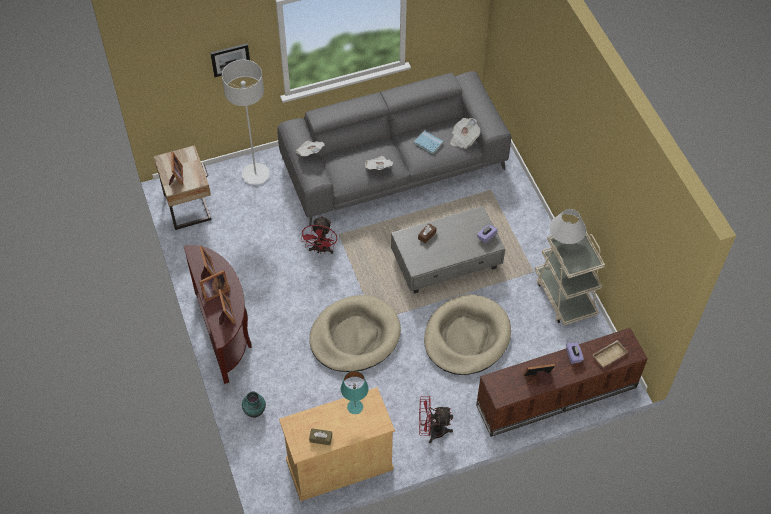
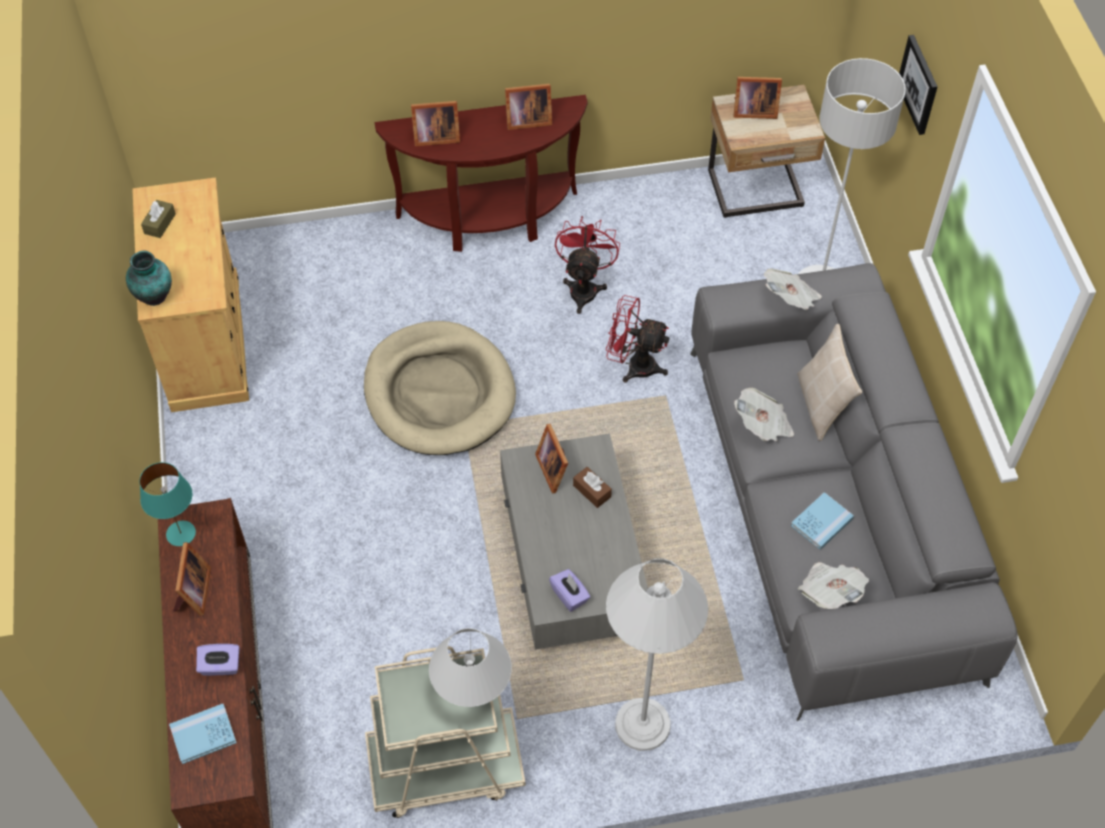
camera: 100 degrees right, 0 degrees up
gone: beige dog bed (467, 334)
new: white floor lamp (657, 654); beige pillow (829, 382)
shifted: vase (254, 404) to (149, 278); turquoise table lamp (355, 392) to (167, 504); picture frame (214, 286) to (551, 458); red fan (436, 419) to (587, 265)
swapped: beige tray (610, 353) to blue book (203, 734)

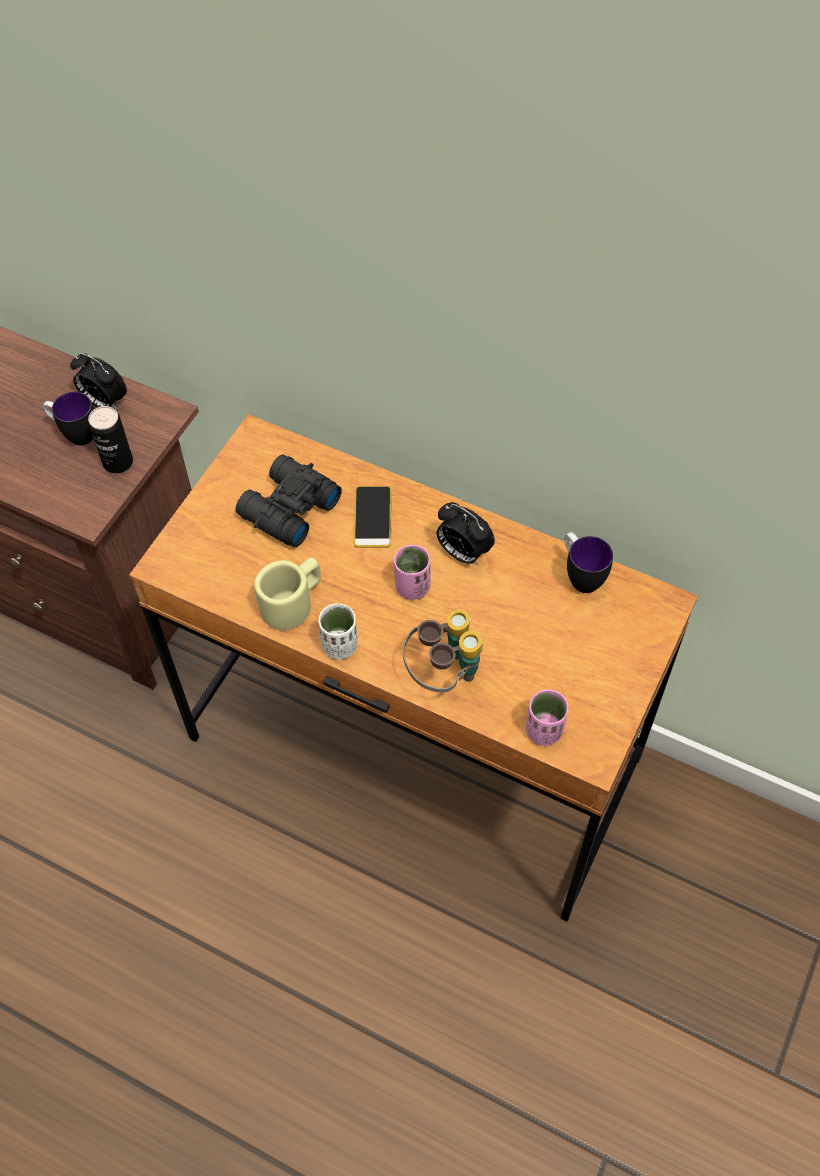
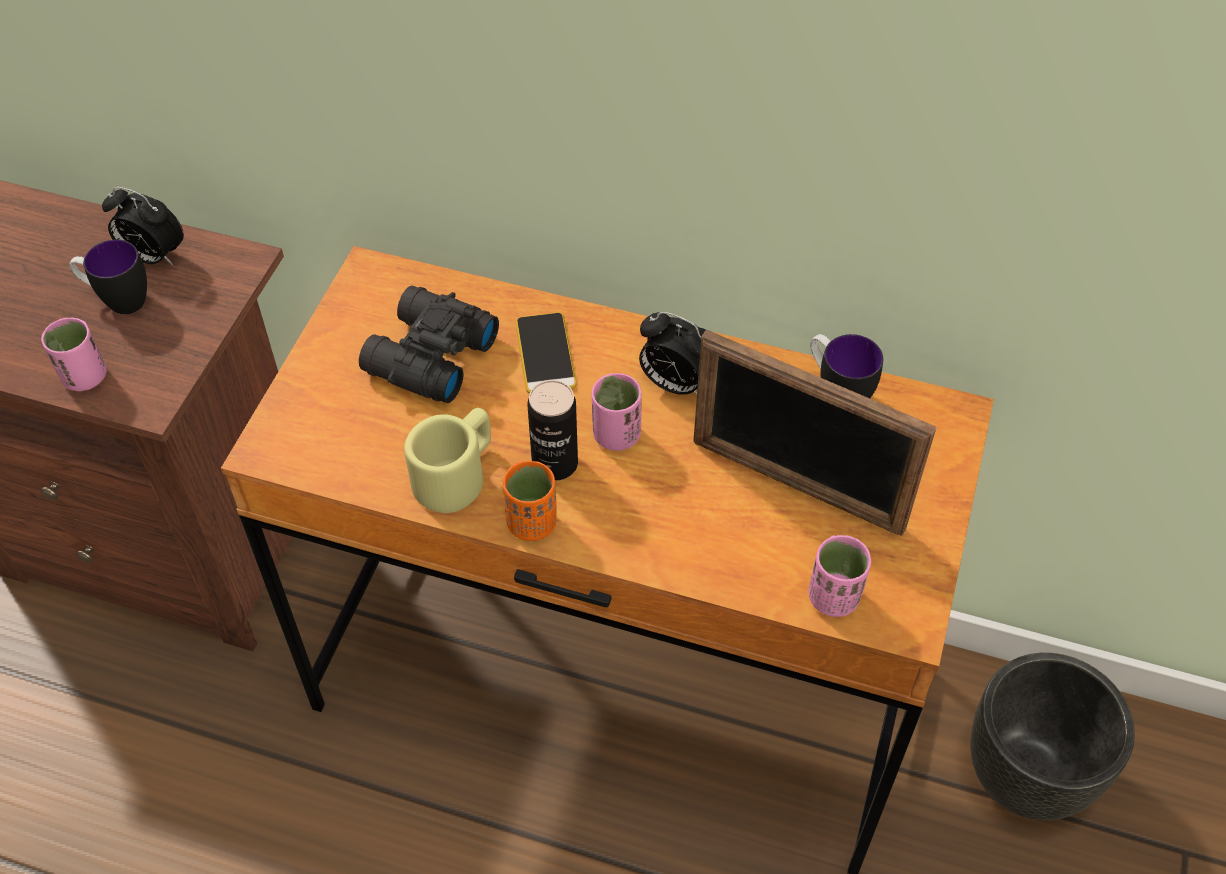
camera: 10 degrees left, 5 degrees down
gone: binoculars (443, 651)
new: pink cup (74, 354); picture frame (815, 432); black planter (1052, 736)
shifted: can (110, 440) to (553, 430)
repainted: white cup (337, 631) to orange cup (530, 501)

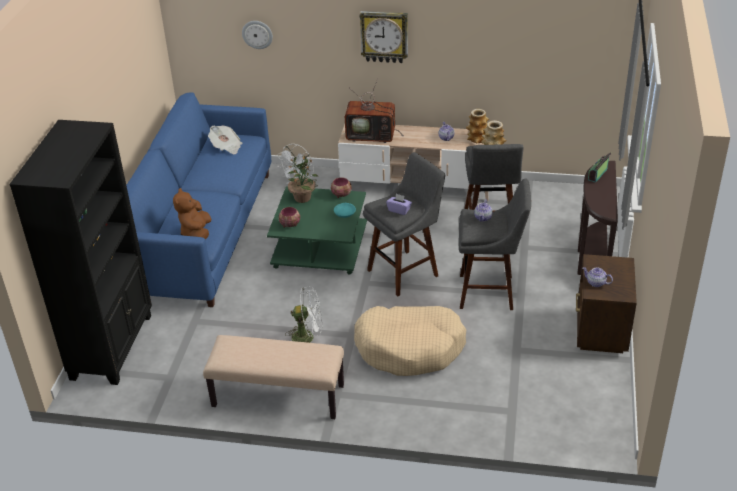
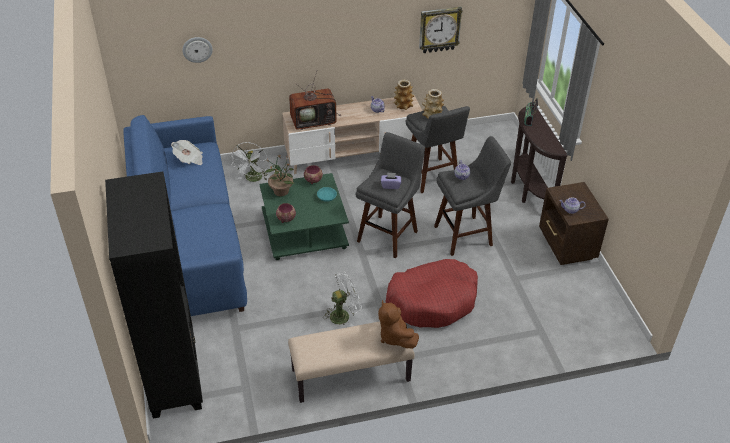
camera: 25 degrees left, 5 degrees up
shifted: brown plush toy (192, 213) to (398, 324); wall clock (383, 37) to (441, 30)
repainted: beige dog bed (410, 341) to red dog bed (431, 293)

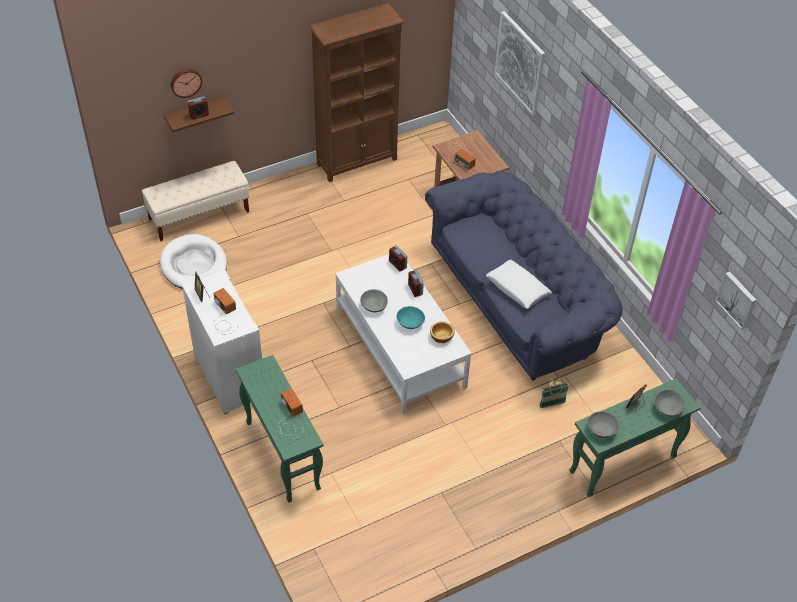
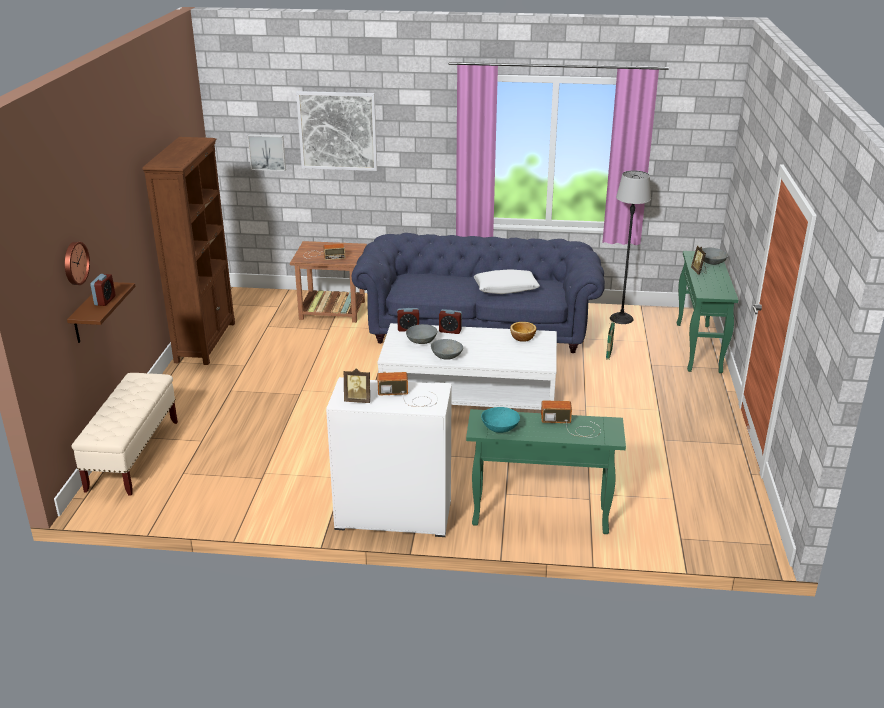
camera: 55 degrees left, 20 degrees down
gone: white dog bed (193, 261)
new: floor lamp (630, 247)
shifted: picture (736, 300) to (267, 152); grey bowl (603, 424) to (421, 334); turquoise bowl (411, 317) to (500, 420)

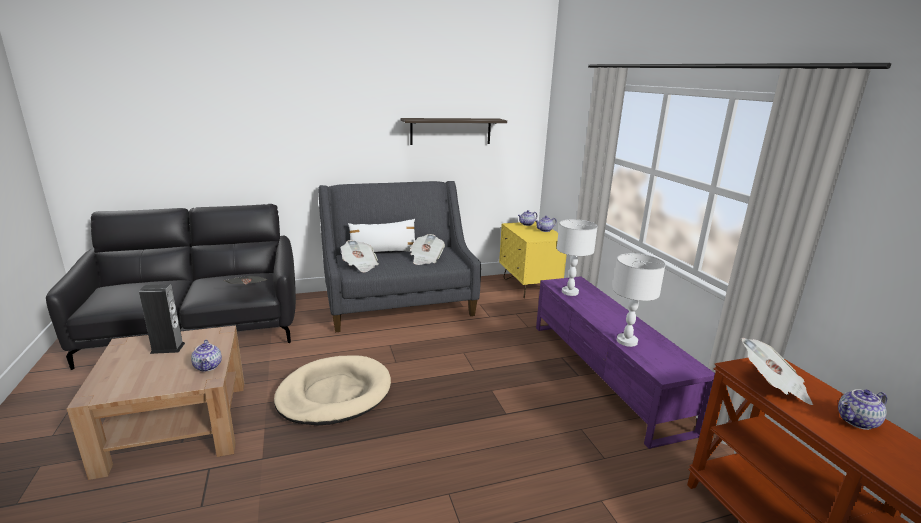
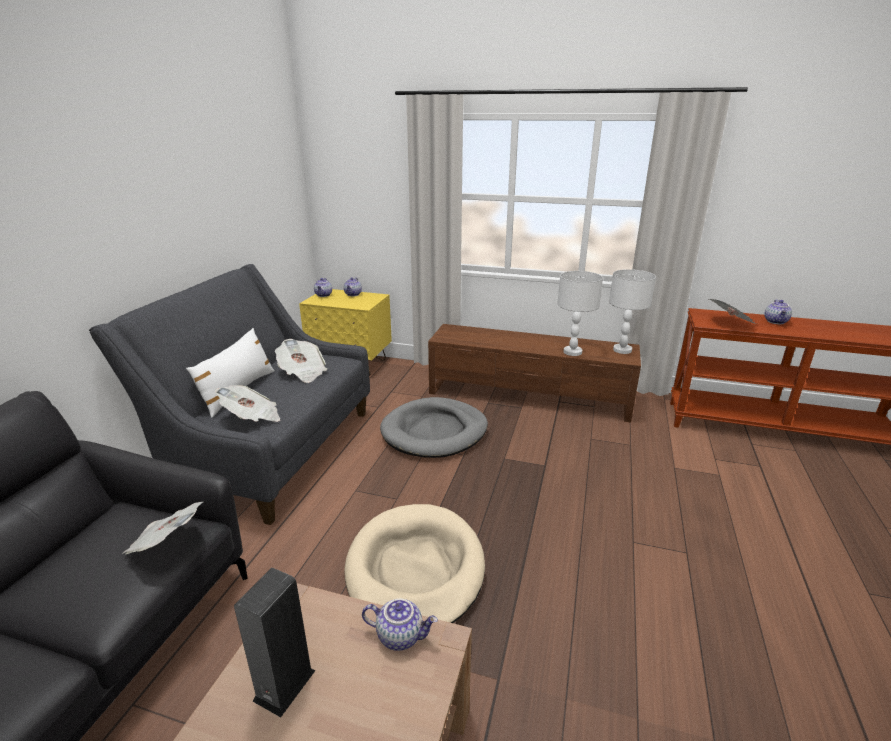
camera: 55 degrees left, 5 degrees up
gone: shelf (454, 131)
new: grey dog bed (434, 427)
shifted: white table lamp (577, 257) to (632, 311)
repainted: purple tv stand (625, 362) to brown tv stand (534, 373)

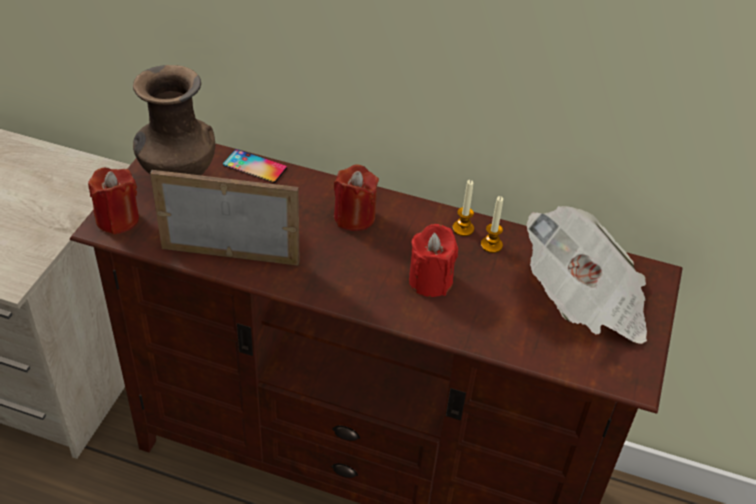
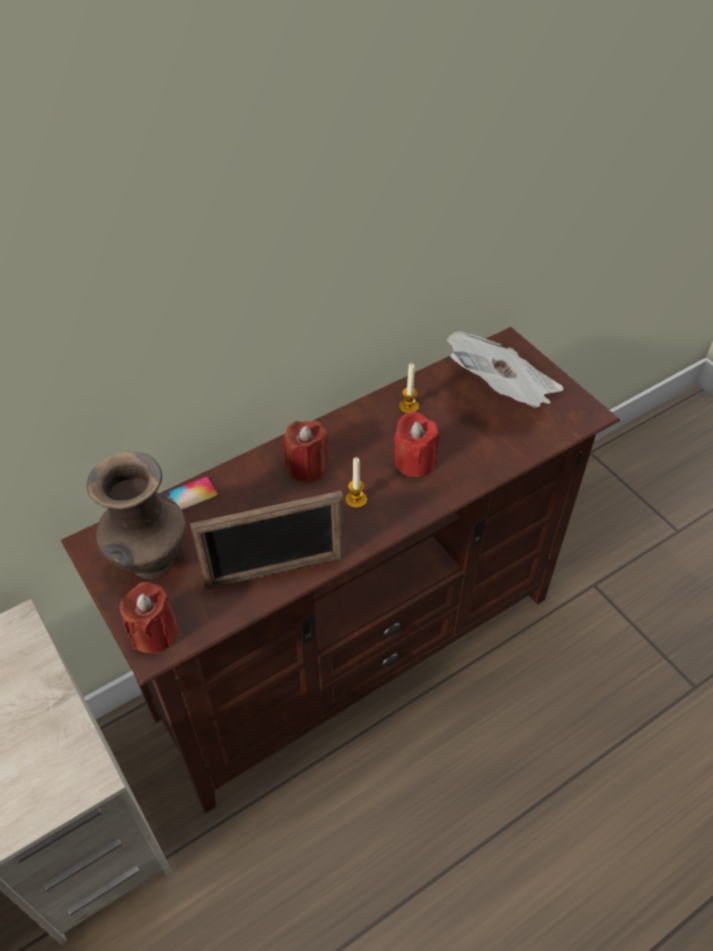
camera: 50 degrees left, 5 degrees up
shifted: candle (463, 208) to (356, 482)
rotated: picture frame (225, 218) = (267, 540) 150 degrees counterclockwise

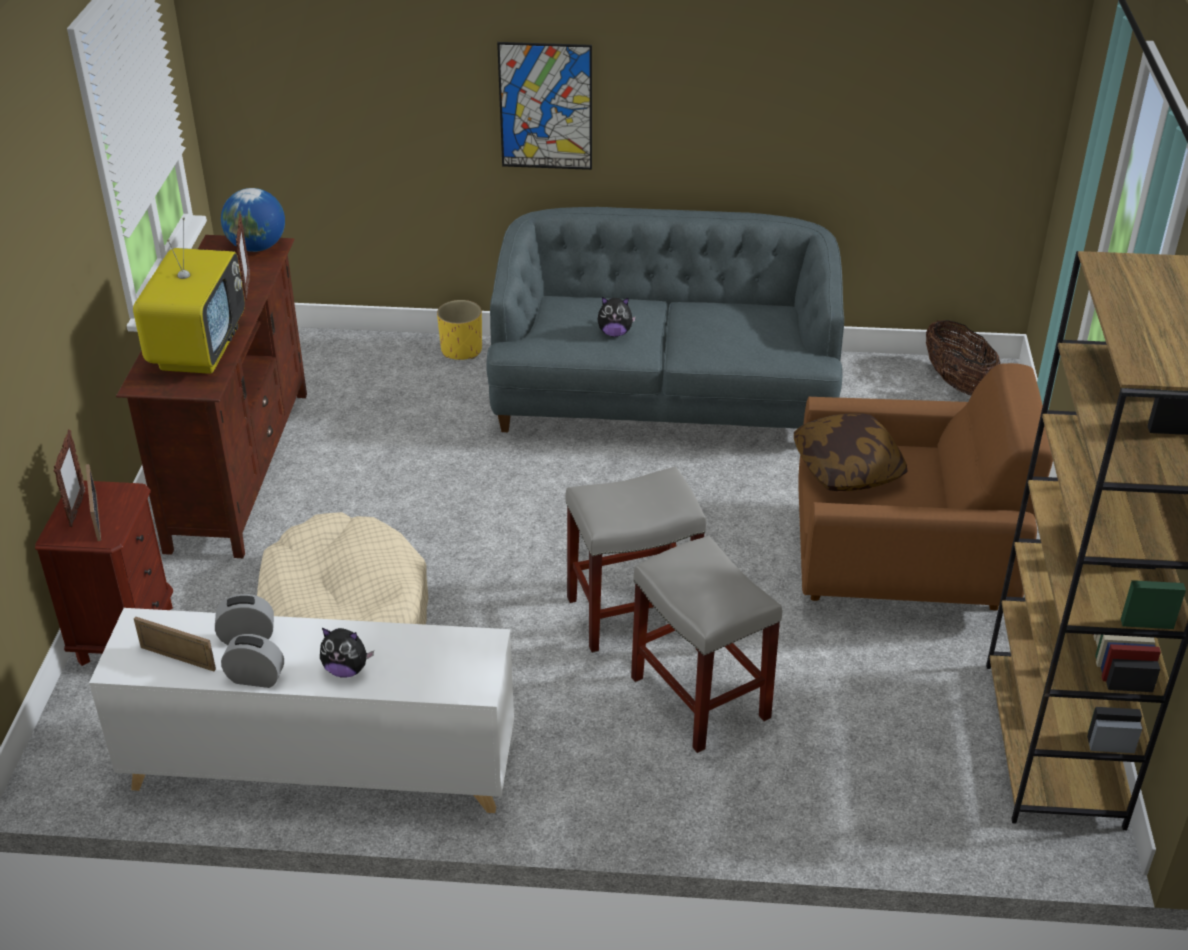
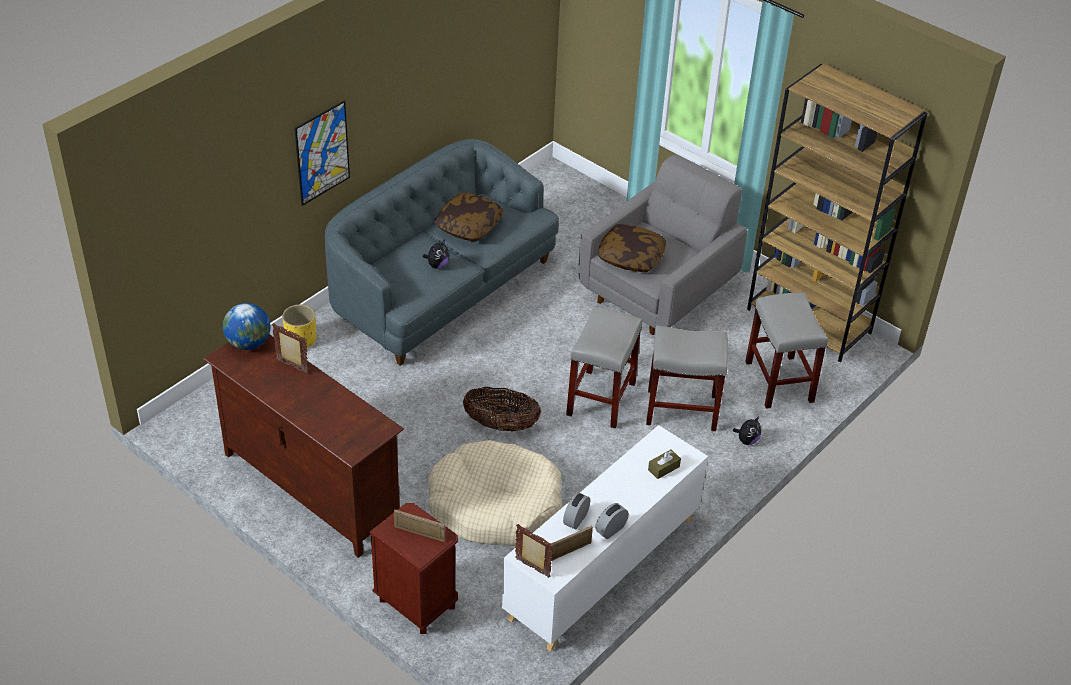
camera: 55 degrees left, 5 degrees up
gone: television (189, 295)
new: pillow (469, 216); brown tissue box (664, 464); grey stool (786, 351)
shifted: basket (963, 358) to (502, 409); picture frame (70, 478) to (534, 551); plush toy (347, 652) to (747, 430)
repainted: brown armchair (925, 487) to grey armchair (662, 244)

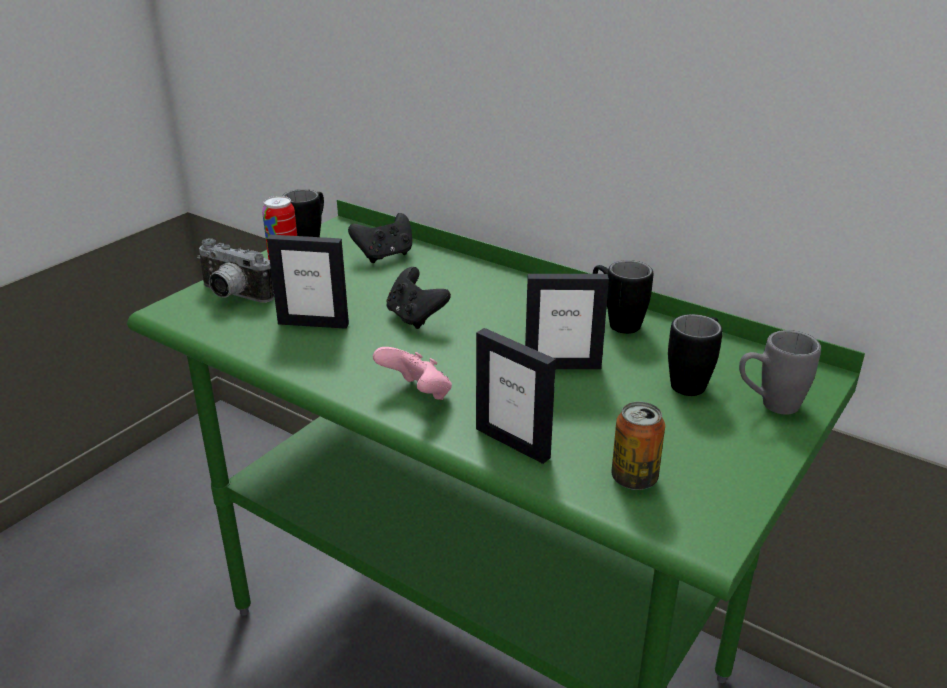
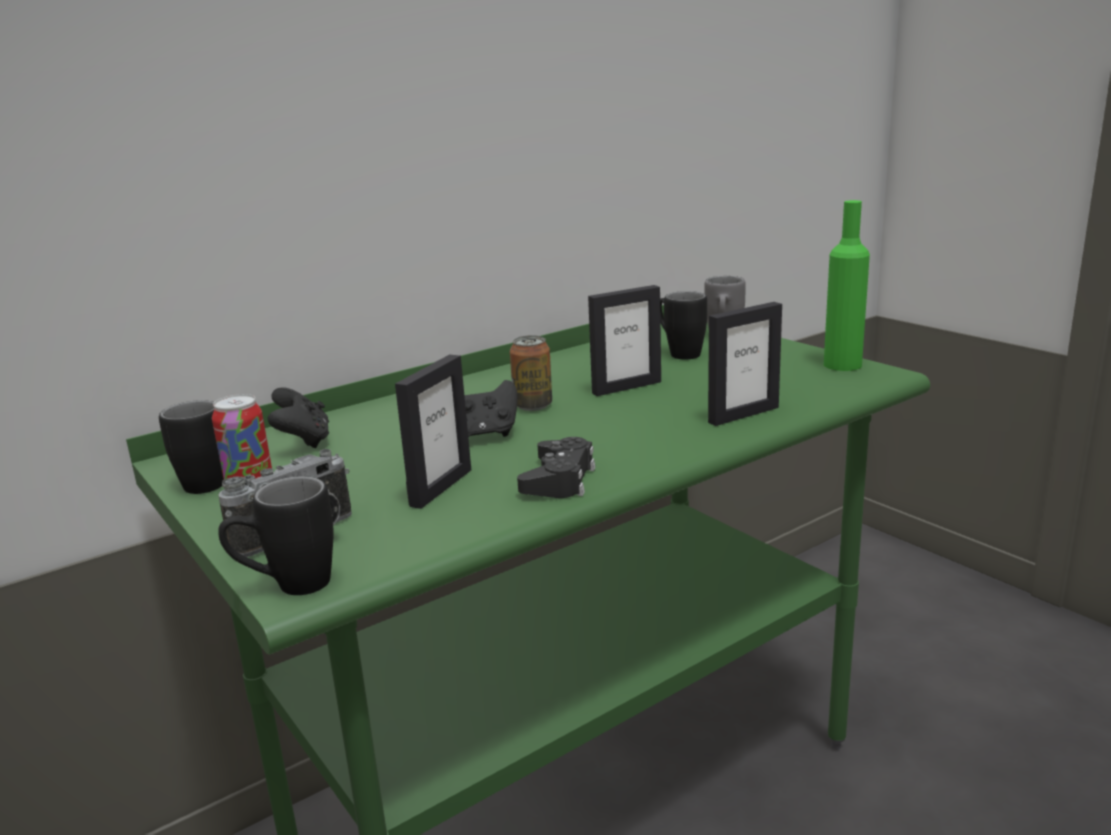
camera: 70 degrees left, 10 degrees down
gone: pink game controller (412, 373)
new: black game controller (556, 467); green bottle (847, 285)
shifted: black mug (623, 297) to (276, 535); can (638, 446) to (531, 373)
rotated: picture frame (567, 321) = (624, 340) 45 degrees clockwise

